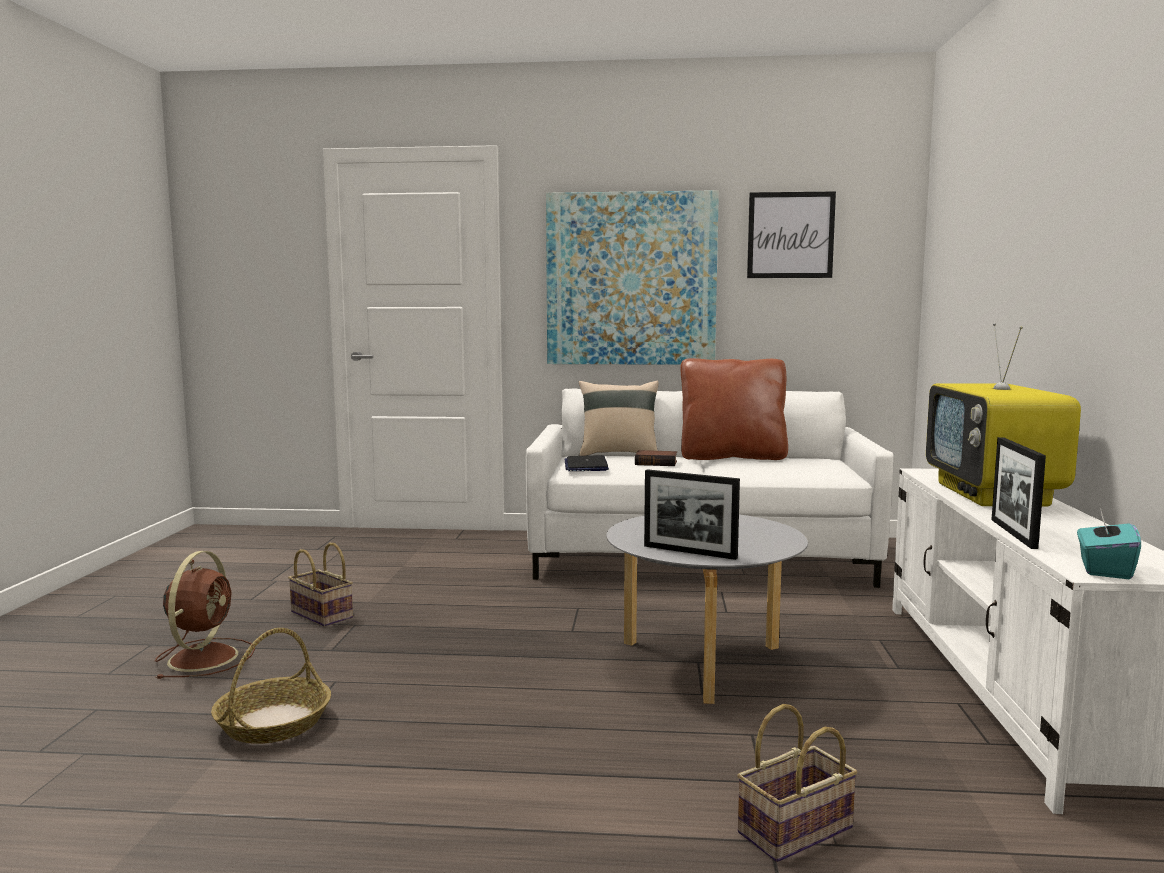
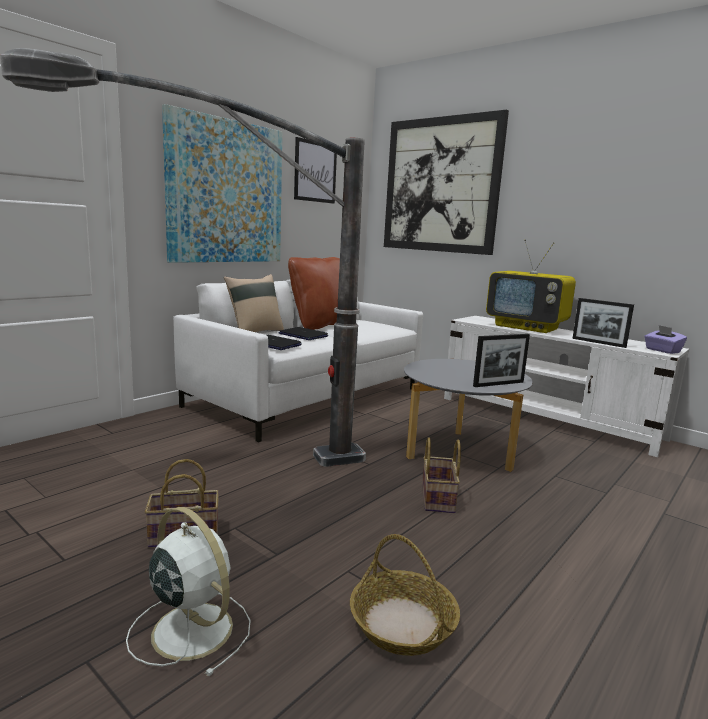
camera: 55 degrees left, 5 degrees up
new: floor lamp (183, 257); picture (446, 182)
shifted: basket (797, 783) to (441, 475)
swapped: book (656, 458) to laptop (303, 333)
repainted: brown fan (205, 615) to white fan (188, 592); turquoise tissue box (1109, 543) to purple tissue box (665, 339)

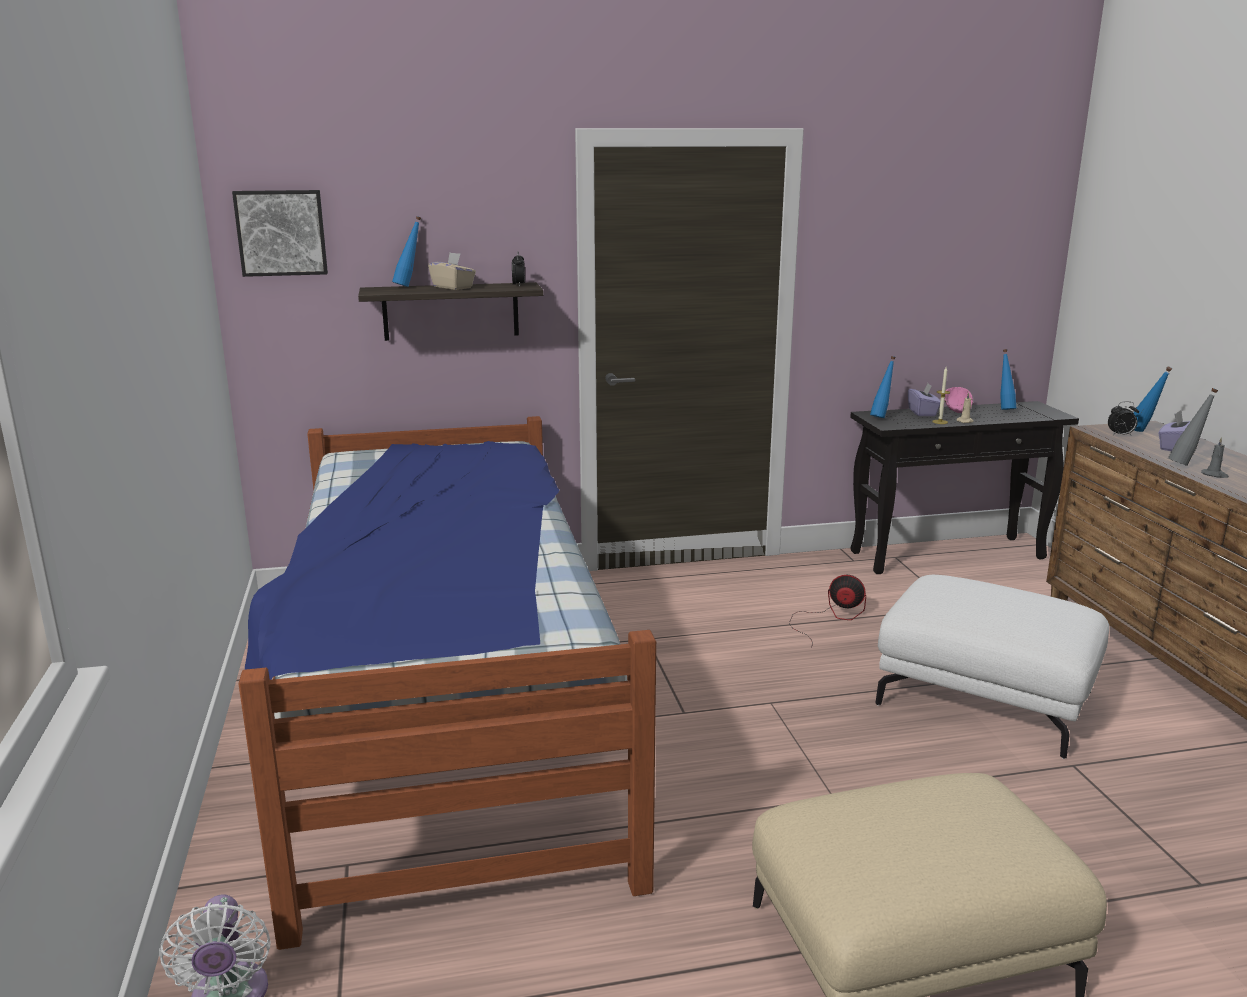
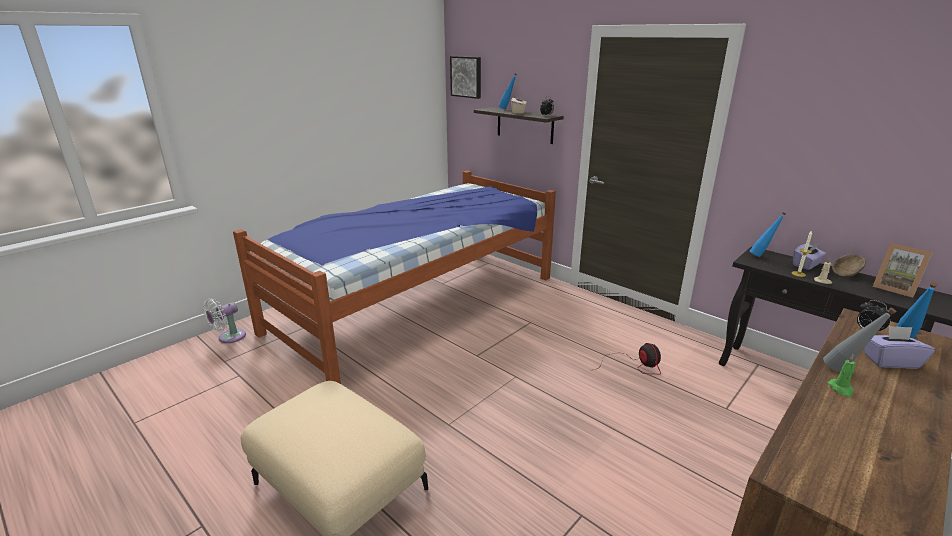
camera: 55 degrees right, 5 degrees up
gone: white ottoman (992, 667)
swapped: blue bottle (1008, 379) to picture frame (903, 270)
repainted: grey candle (1215, 457) to green candle (842, 376); pink bowl (958, 400) to brown bowl (849, 266)

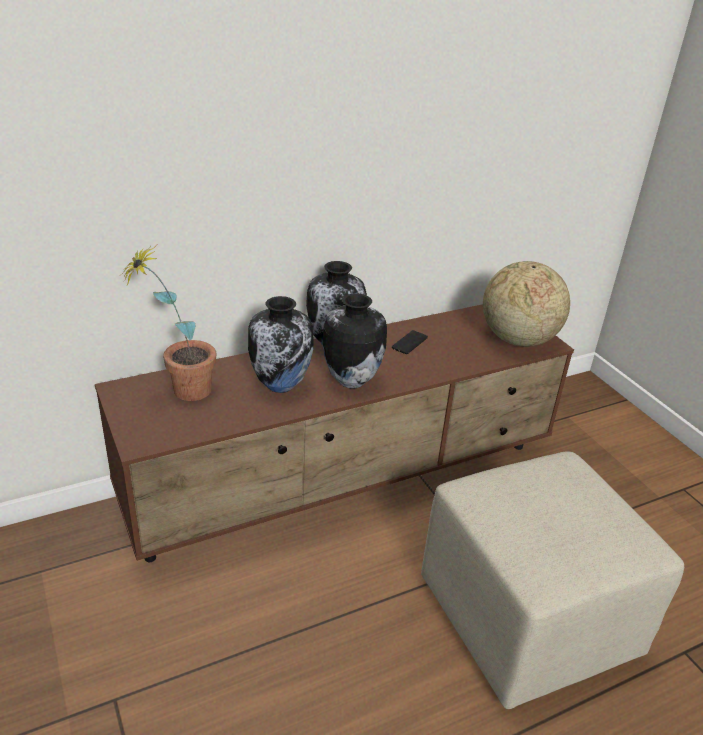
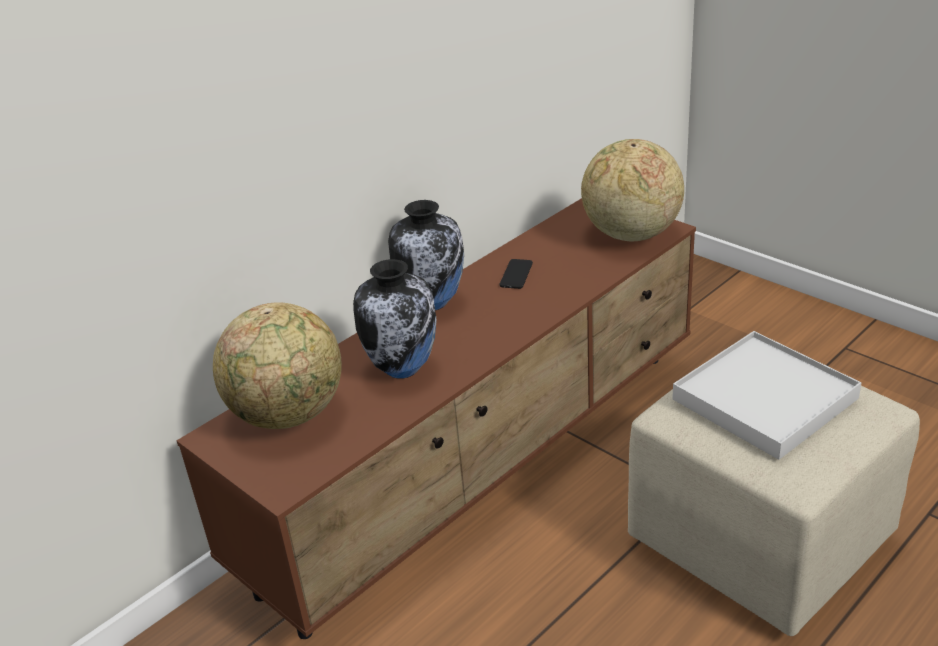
camera: 15 degrees left, 0 degrees up
gone: vase (354, 340)
new: white tray (766, 395)
swapped: potted plant (168, 322) to globe (277, 365)

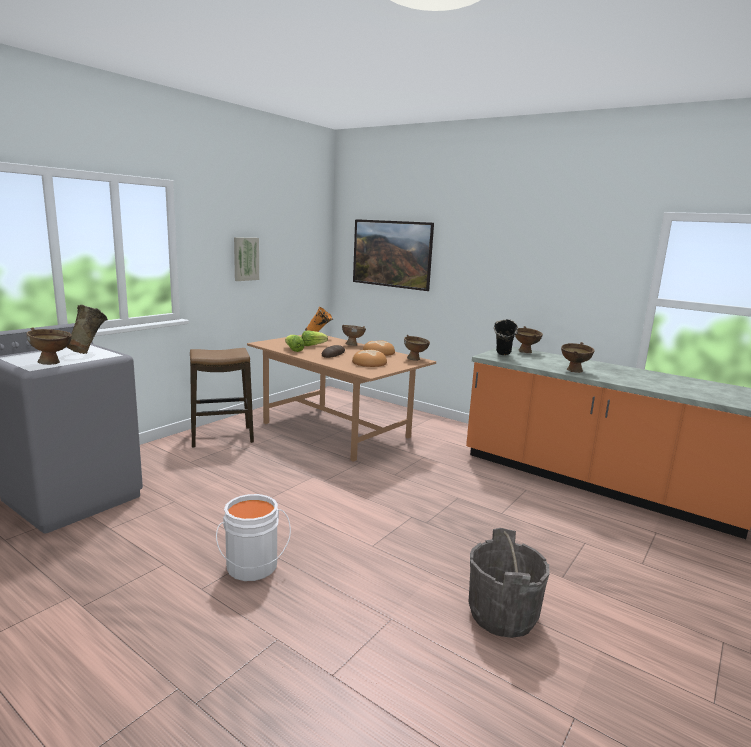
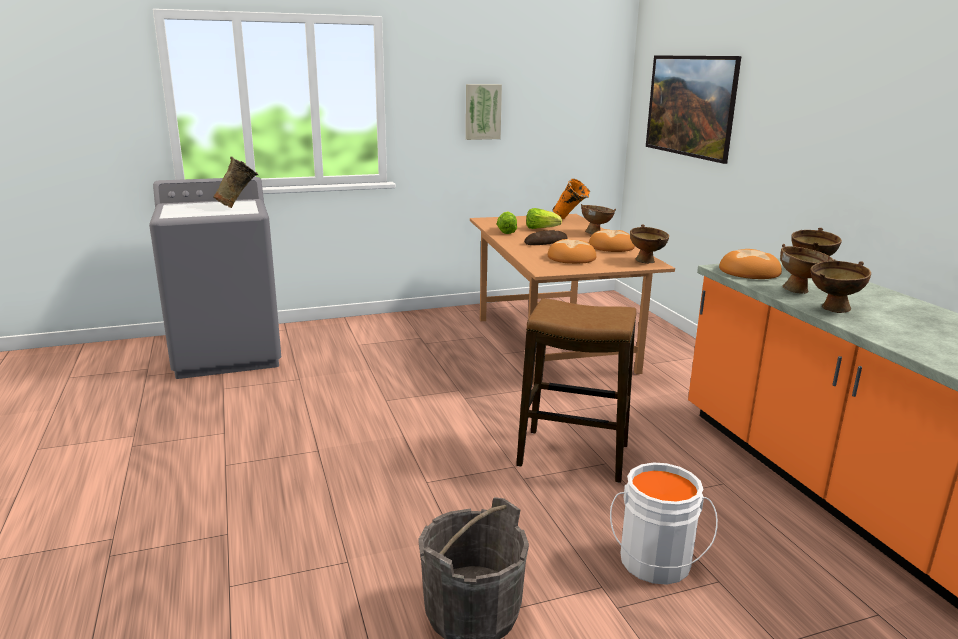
camera: 35 degrees right, 5 degrees up
shifted: stool (222, 398) to (576, 390); white bucket (253, 537) to (664, 523); brown bowl (49, 346) to (807, 269)
swapped: black vase (506, 337) to bread (750, 264)

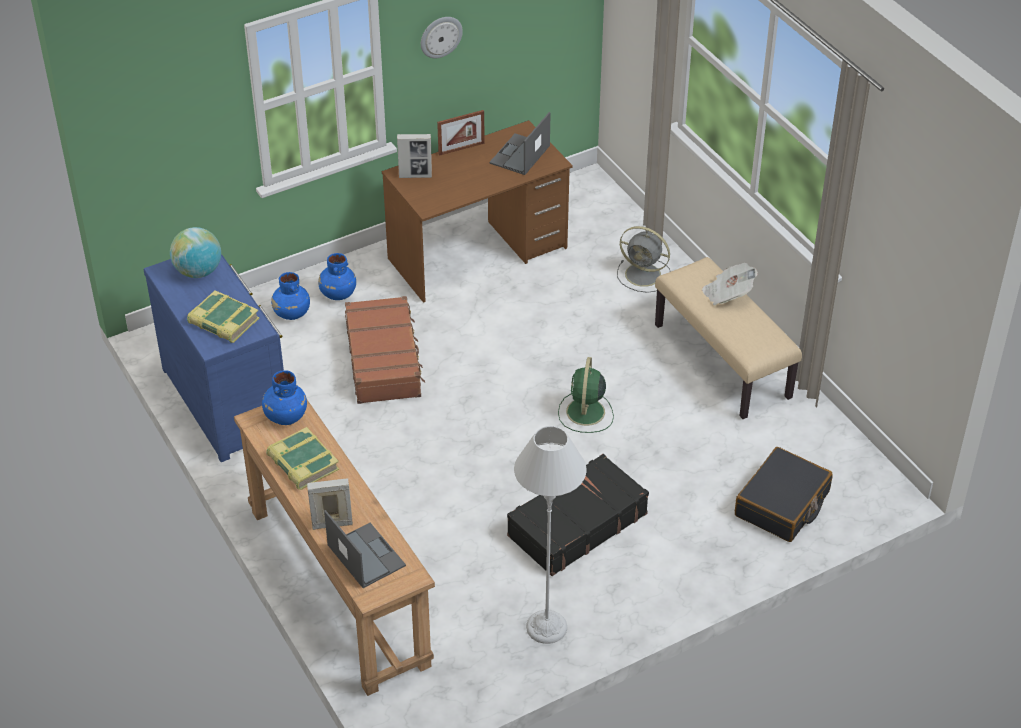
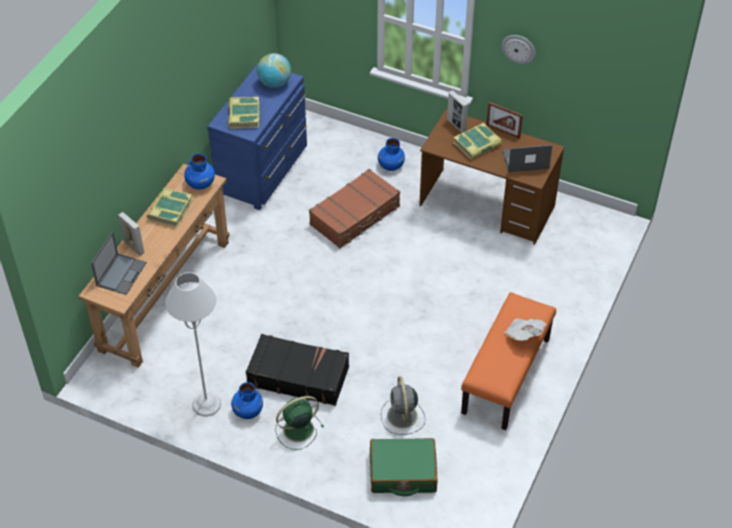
camera: 55 degrees right, 5 degrees up
new: book (477, 141)
shifted: blue vase (290, 296) to (247, 400); green fan (586, 395) to (299, 423); grey fan (644, 259) to (403, 405)
repainted: black suitcase (783, 494) to green suitcase (404, 467); beige bench (728, 338) to orange bench (508, 361)

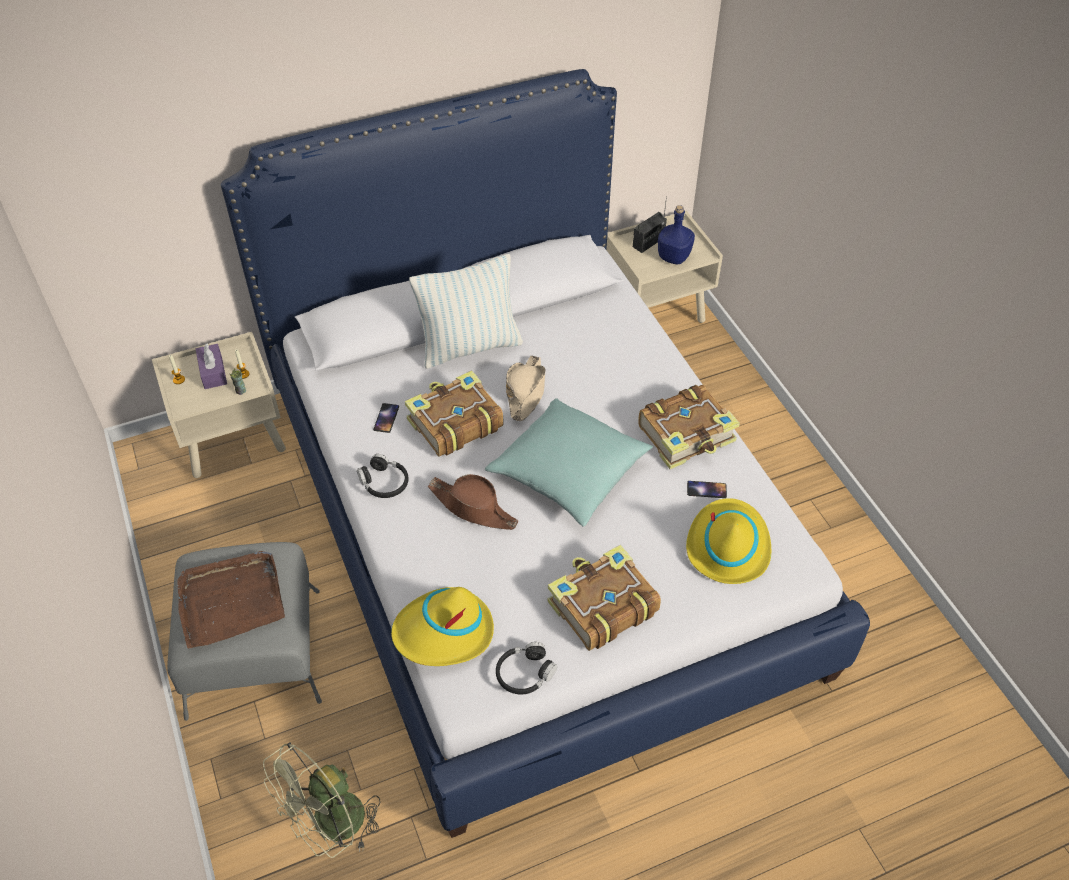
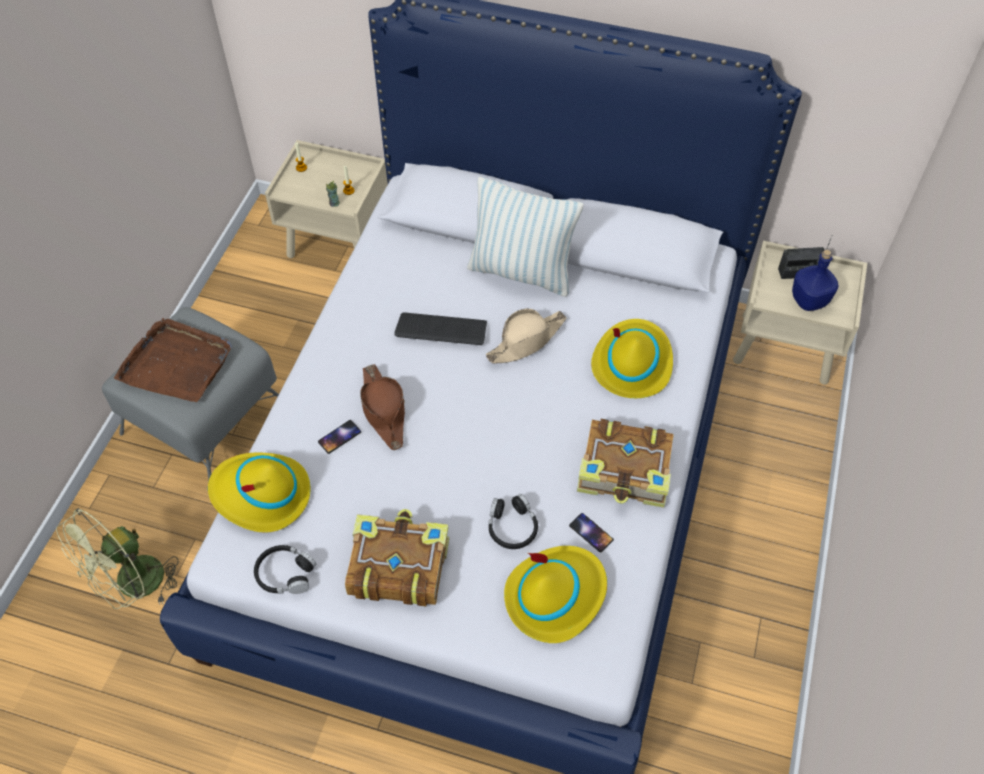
camera: 40 degrees right, 5 degrees up
gone: purple tissue box (211, 366); turquoise pillow (569, 462)
new: yellow hat (632, 358)
shifted: phone (386, 418) to (339, 437); black headphones (382, 476) to (513, 521)
swapped: book (454, 414) to keyboard (441, 328)
rotated: green fan (321, 800) = (117, 558) 45 degrees counterclockwise

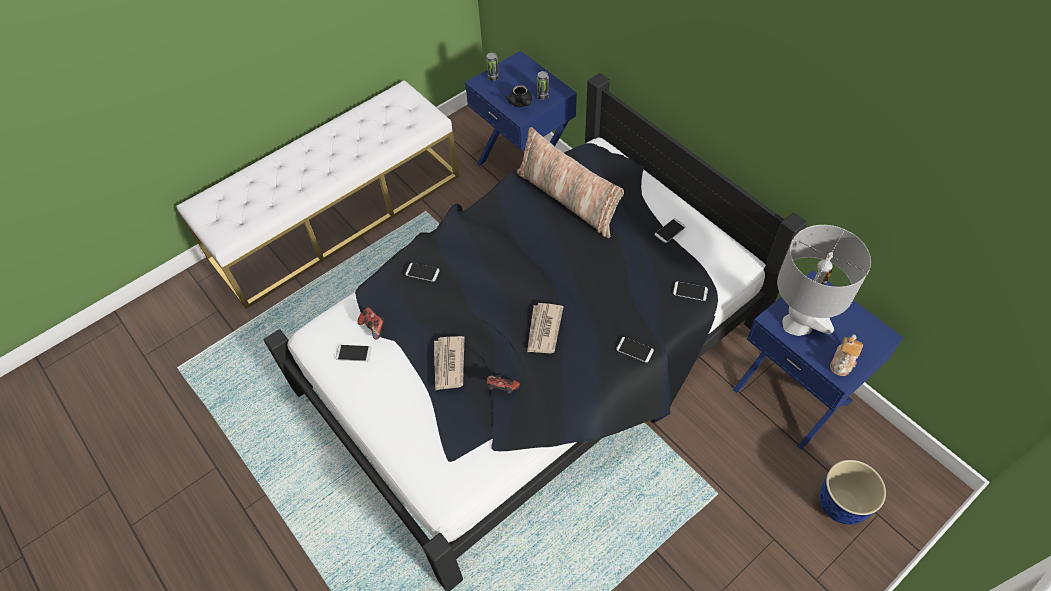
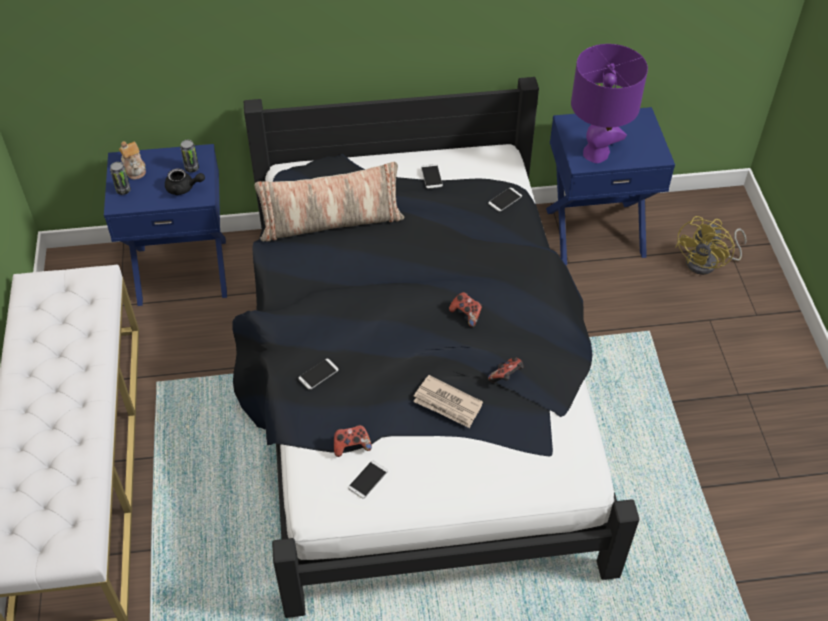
camera: 60 degrees left, 5 degrees down
gone: phone (635, 350)
shifted: teapot (846, 355) to (132, 160)
swapped: newspaper (545, 328) to game controller (465, 309); planter (852, 492) to yellow fan (710, 245)
repainted: grey table lamp (824, 280) to purple table lamp (609, 103)

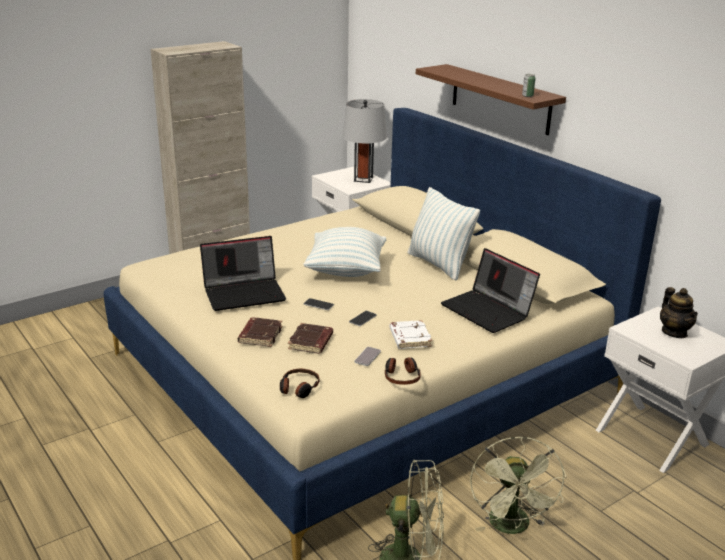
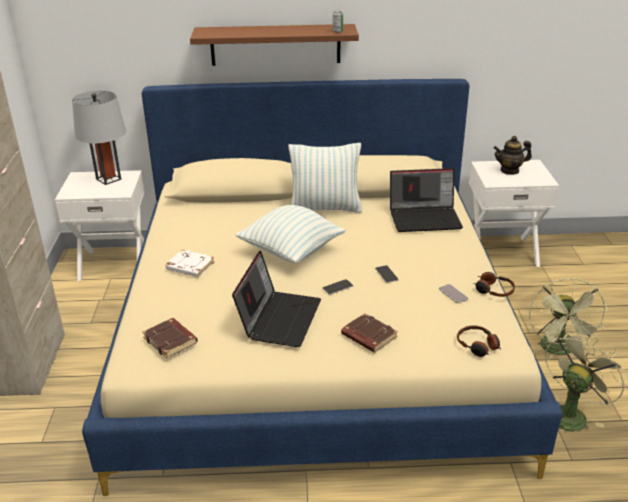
camera: 55 degrees left, 5 degrees up
shifted: brown book (310, 338) to (170, 338); white book (411, 334) to (190, 263)
rotated: teapot (679, 312) = (512, 155) 150 degrees clockwise; green fan (518, 485) = (568, 316) 60 degrees clockwise

